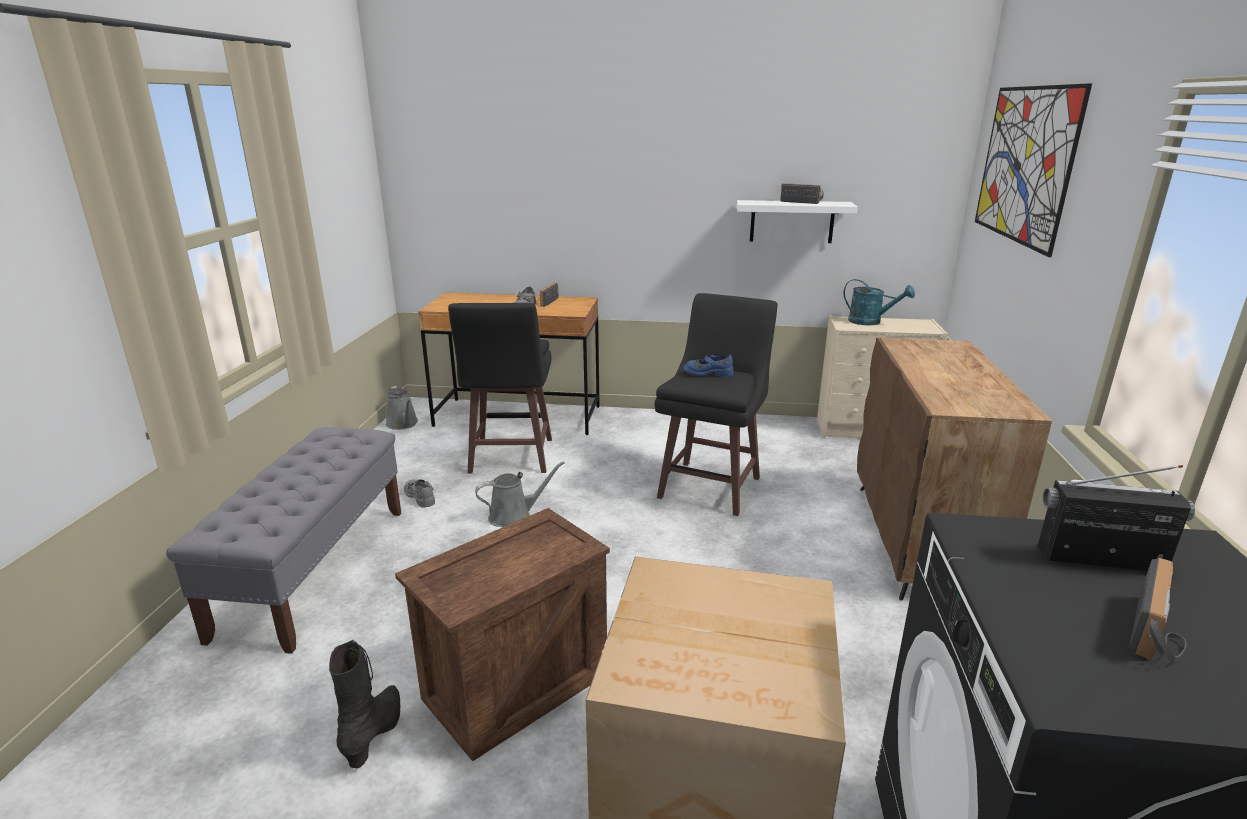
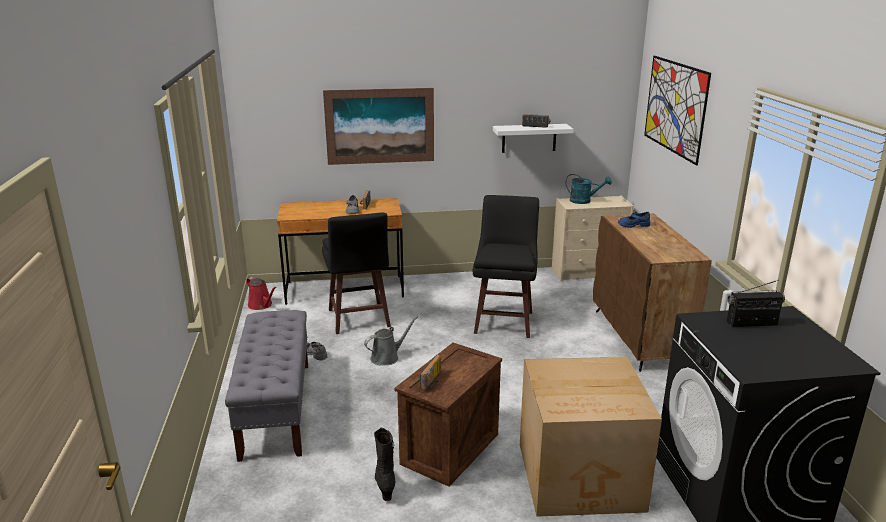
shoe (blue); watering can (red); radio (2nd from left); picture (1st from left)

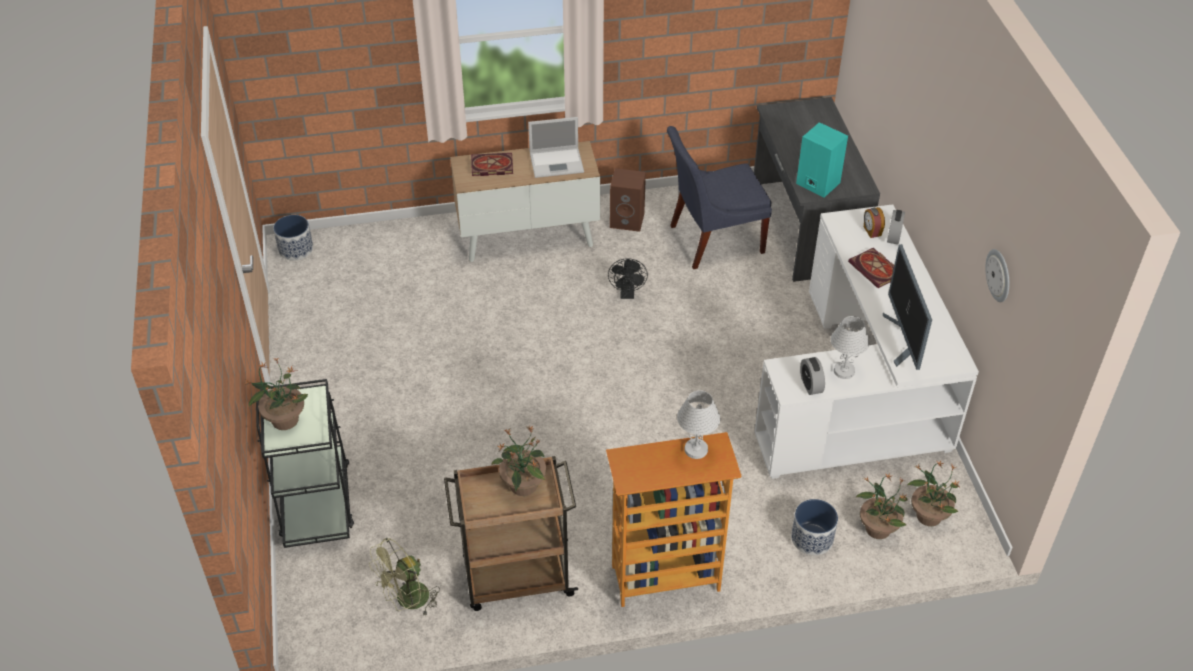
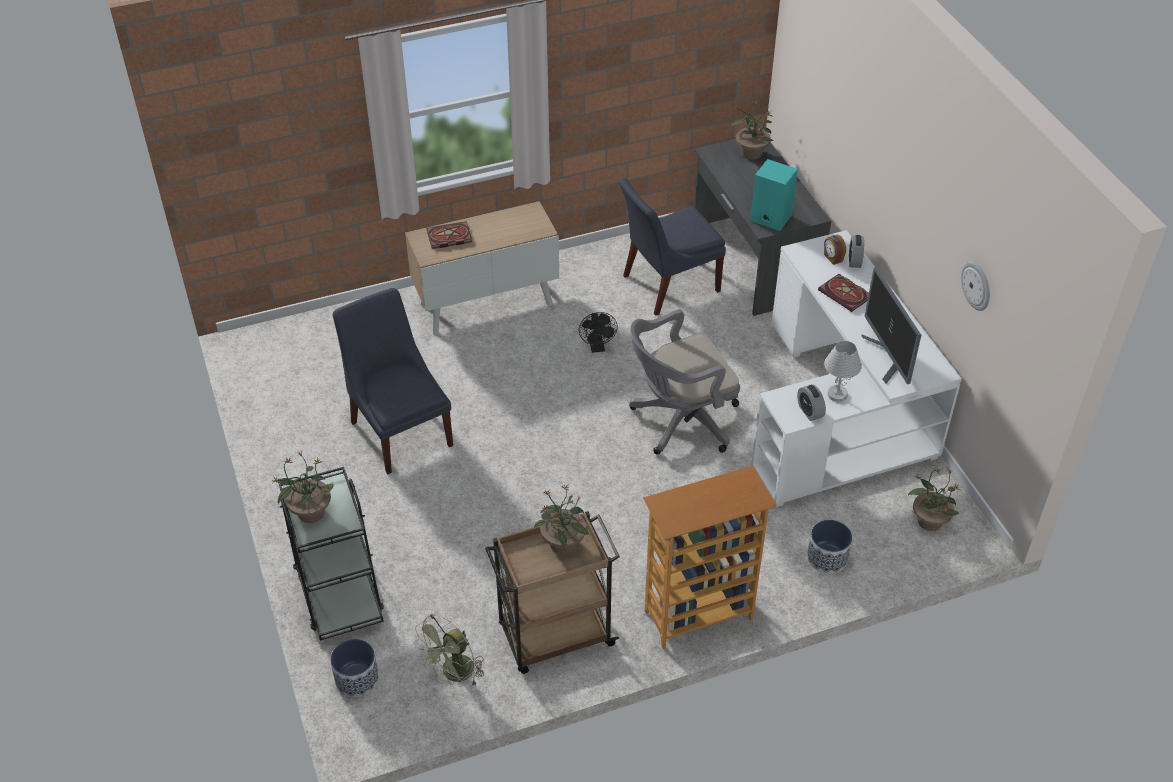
laptop; speaker (brown); planter (1st from left); table lamp (white) (1st from left in the first image); potted plant (3rd from left); chair (blue) (1st from left); office chair (grey)

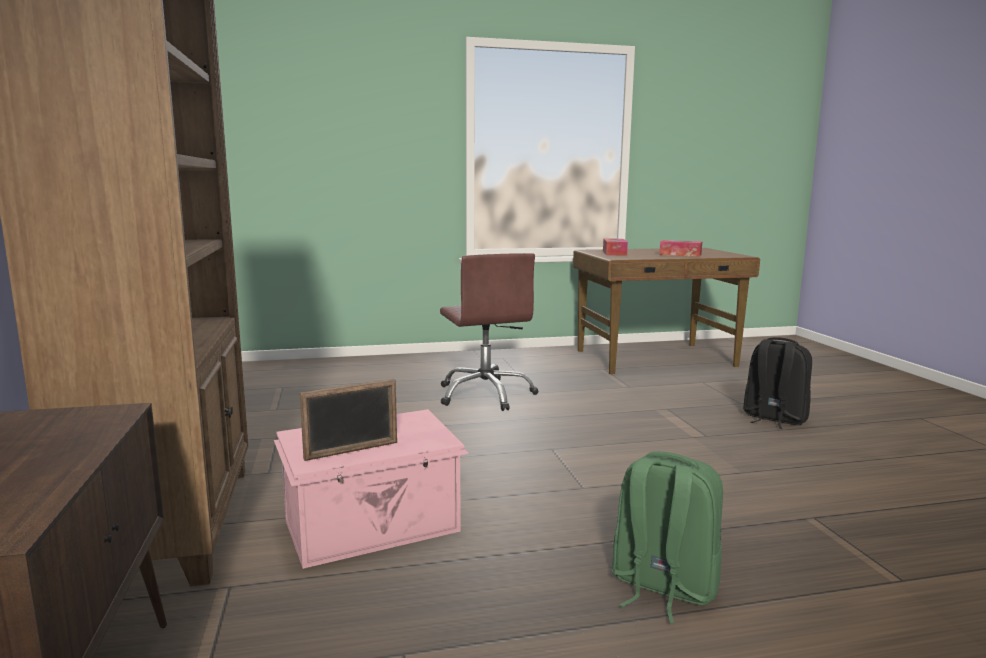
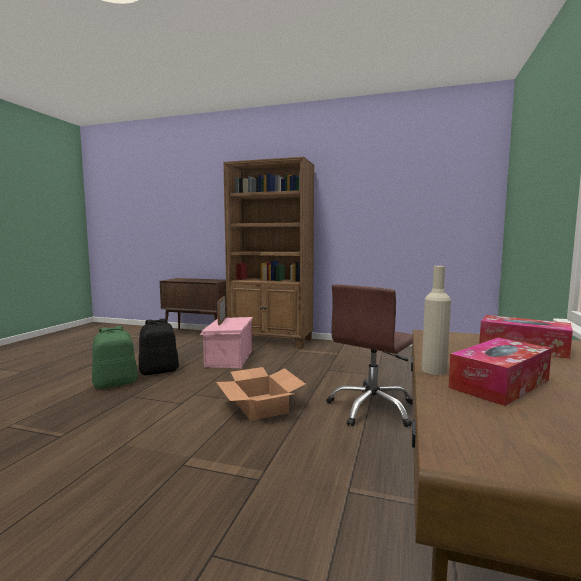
office chair (brown); backpack (black); bottle (beige); cardboard box

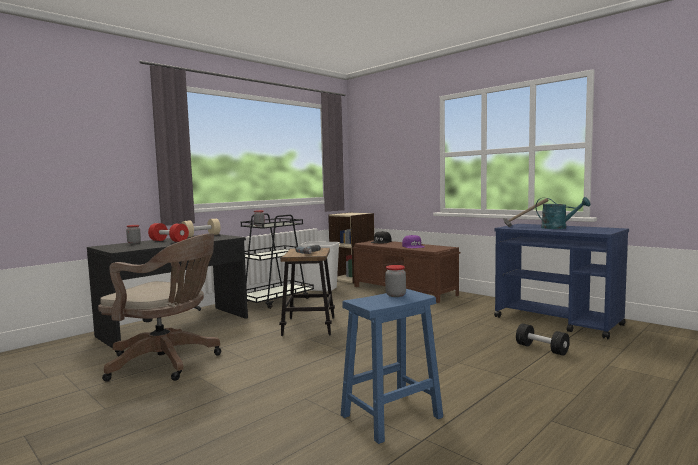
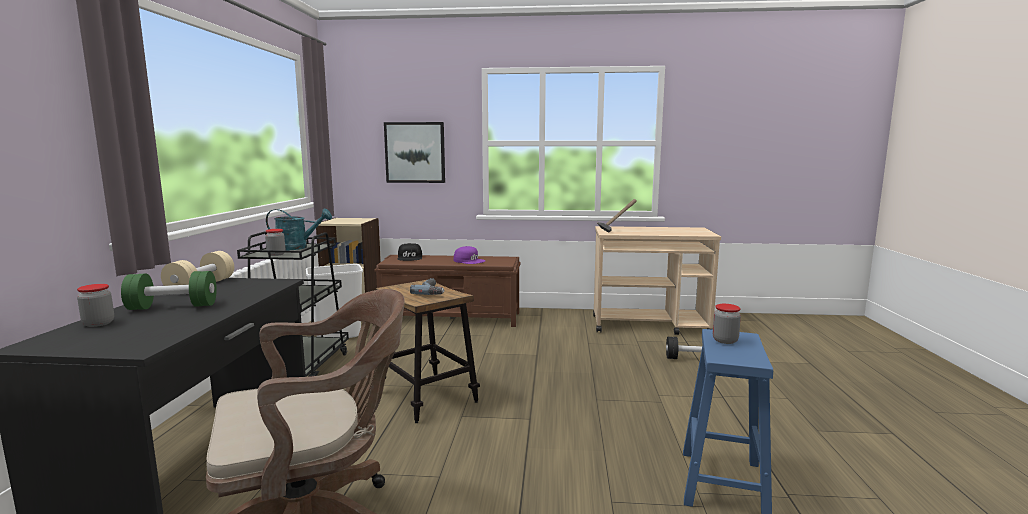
watering can (turquoise); dumbbell (green); cart (beige); picture

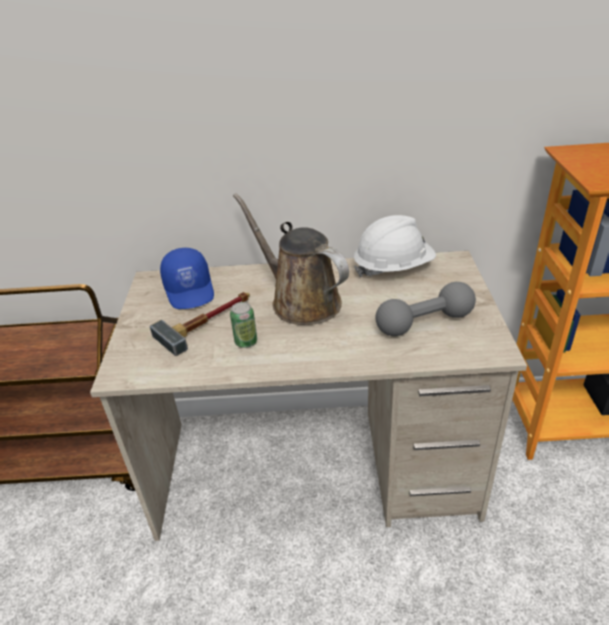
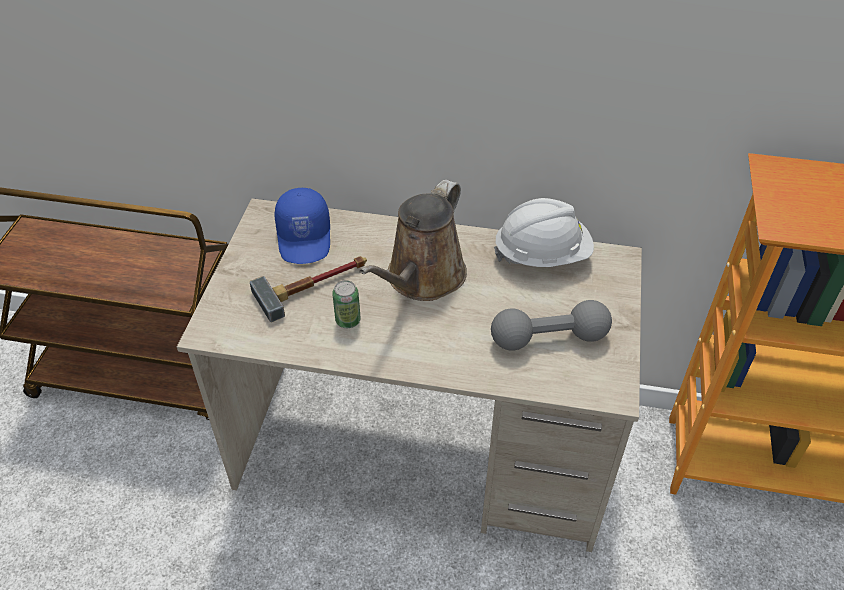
watering can (brown)

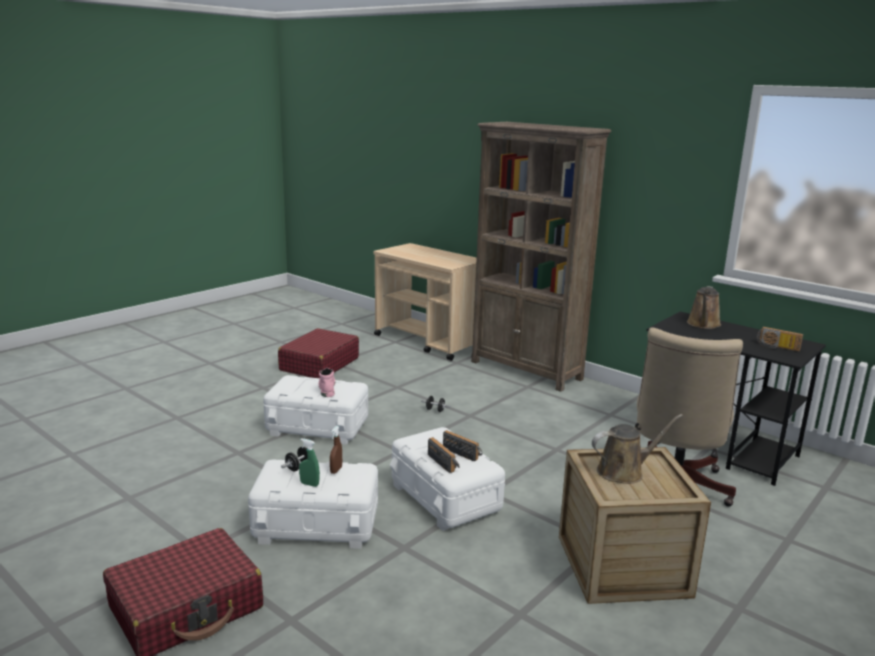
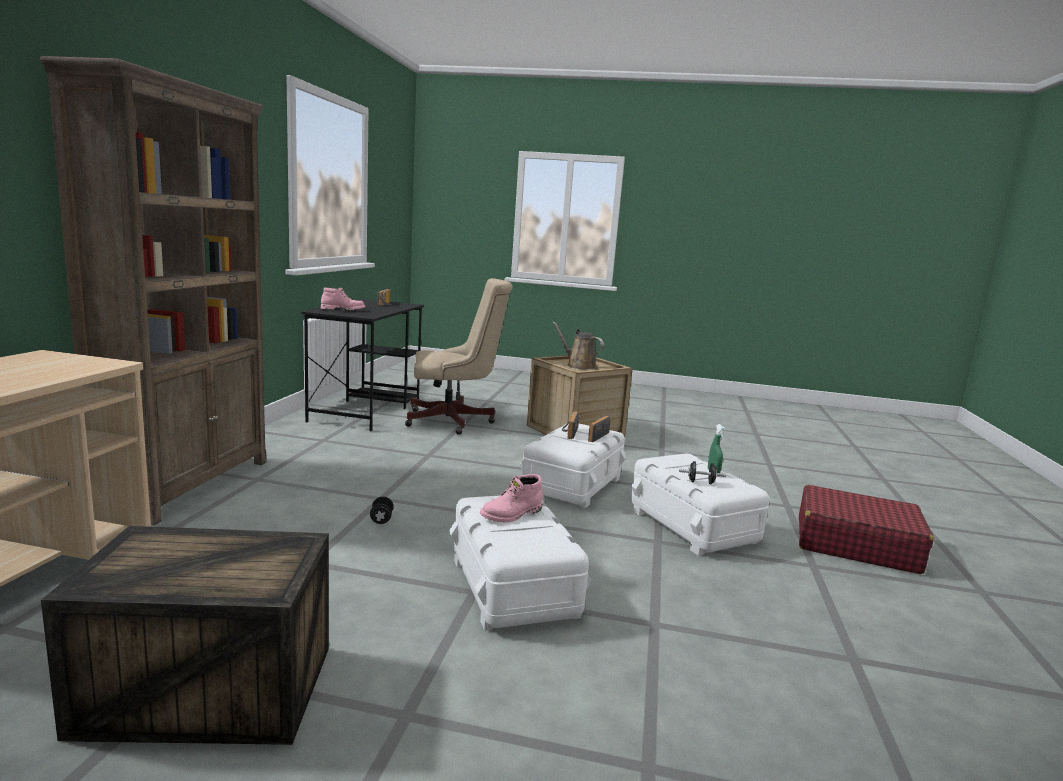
boot (pink) (1st from left); crate (1st from left); spray bottle (brown)

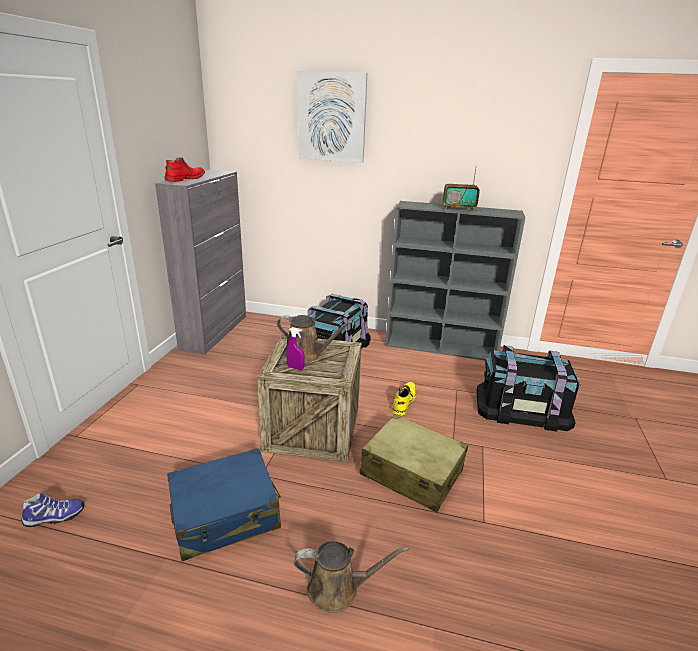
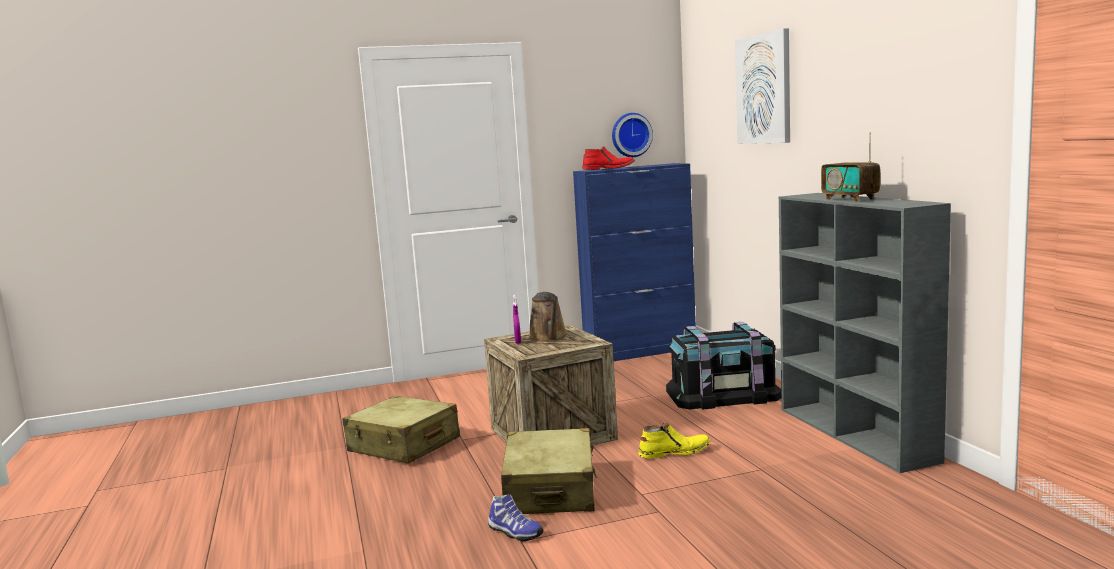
cabinet (blue); storage box (black) (2nd from left in the first image); suitcase (beige) (1st from left); shoe; watering can (brown) (2nd from left in the first image); wall clock

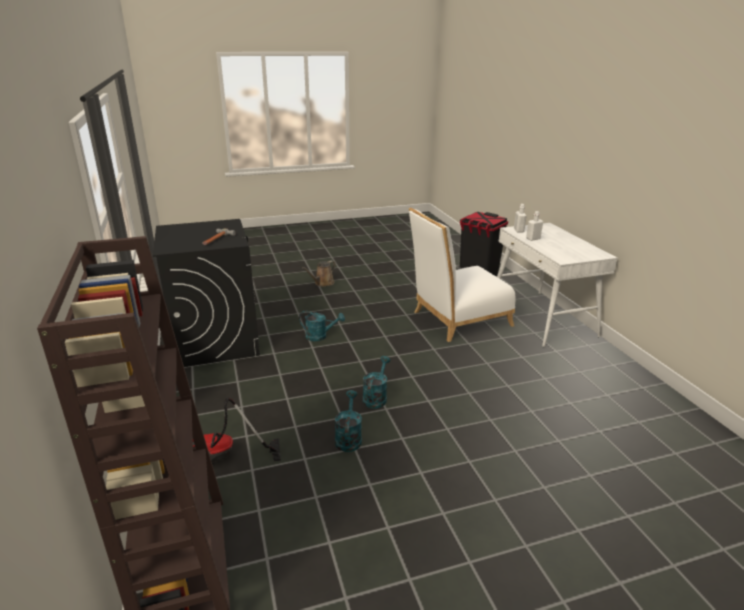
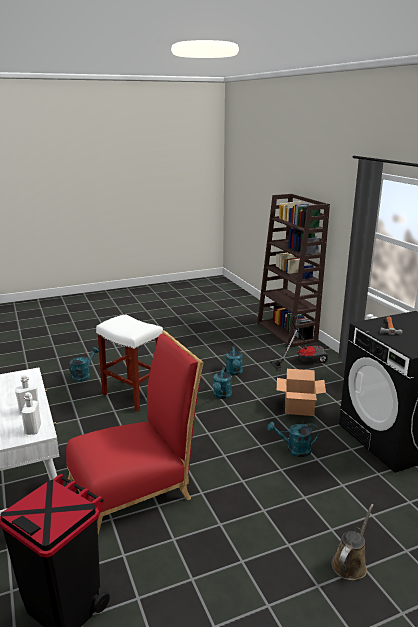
chair (red); stool (white); watering can (turquoise) (1st from left); cardboard box

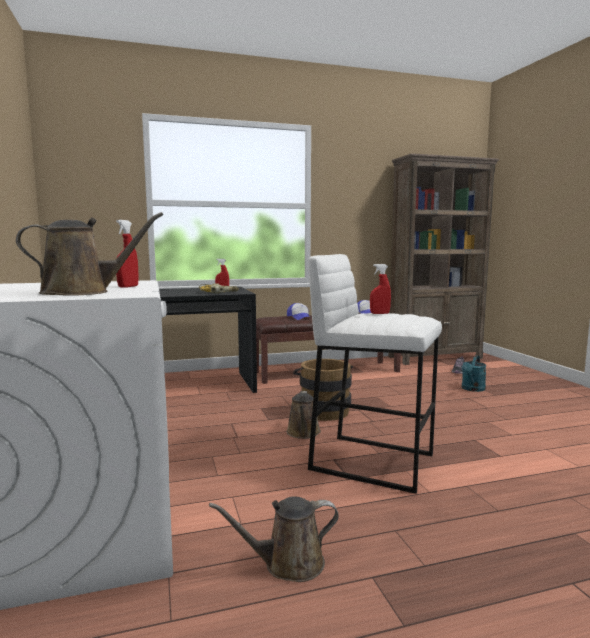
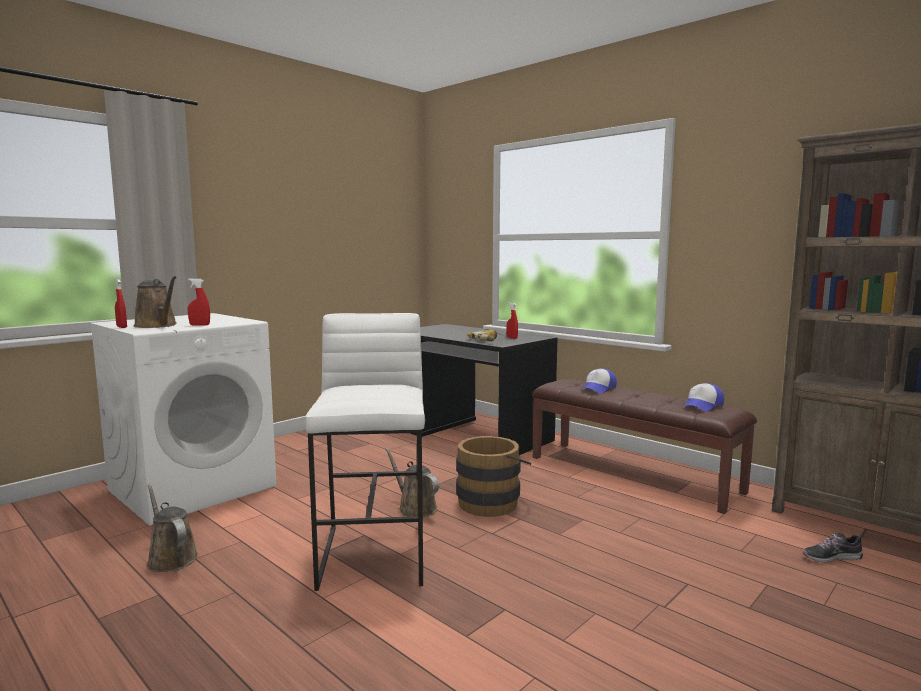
spray bottle (red) (1st from left); watering can (turquoise); watering can (brown) (3rd from left)

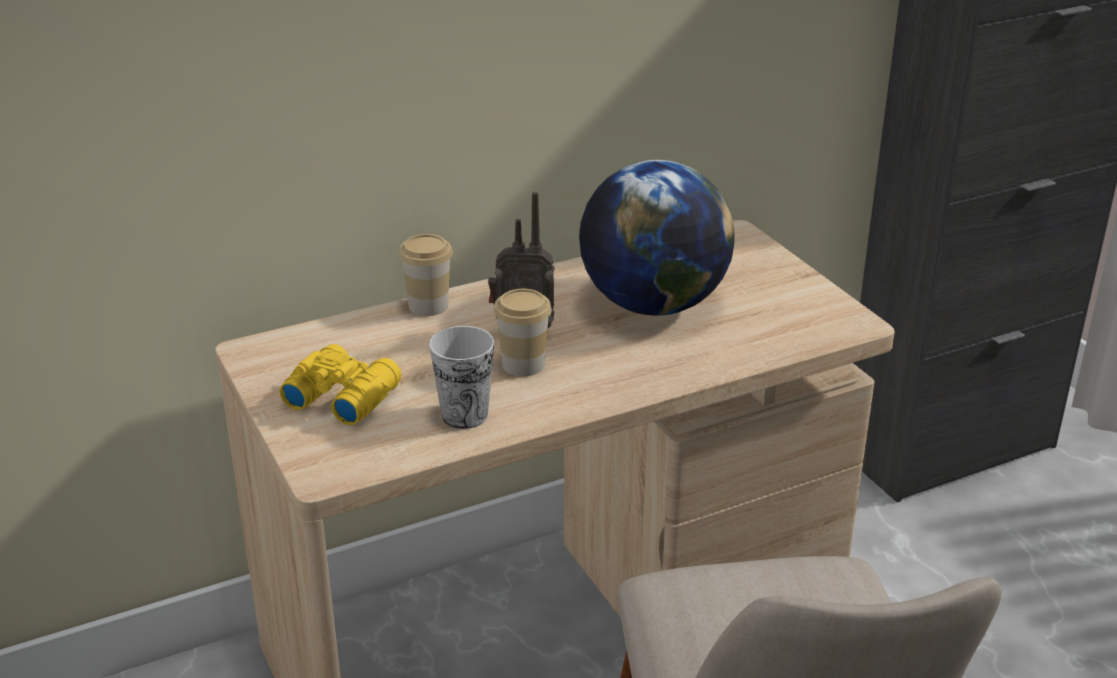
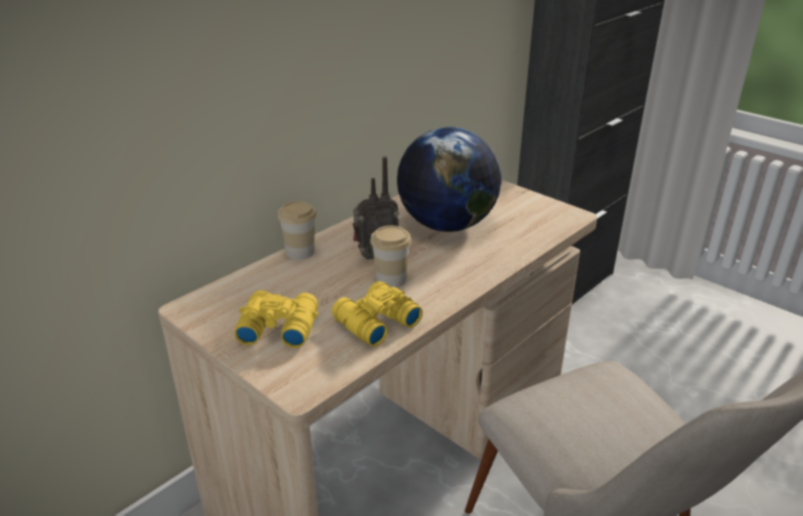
binoculars (yellow) (2nd from left)

